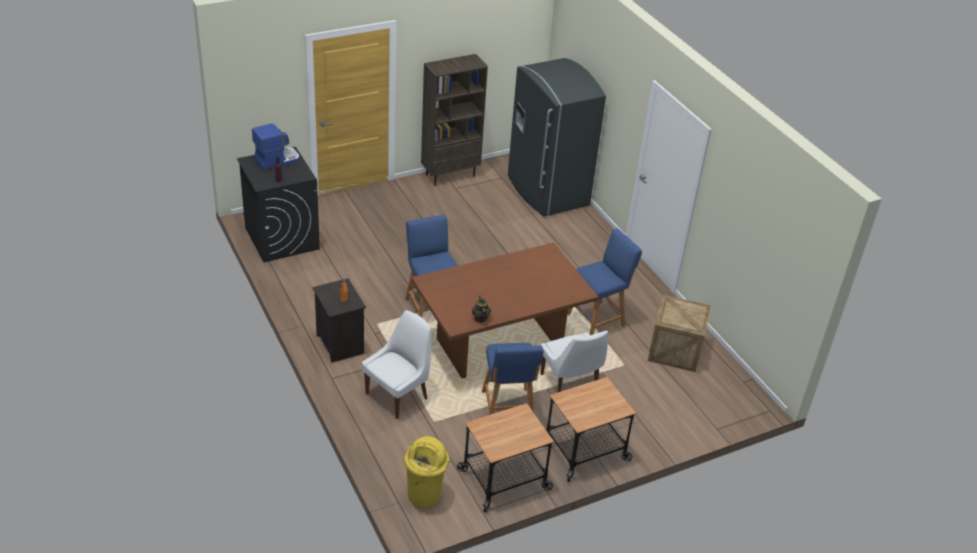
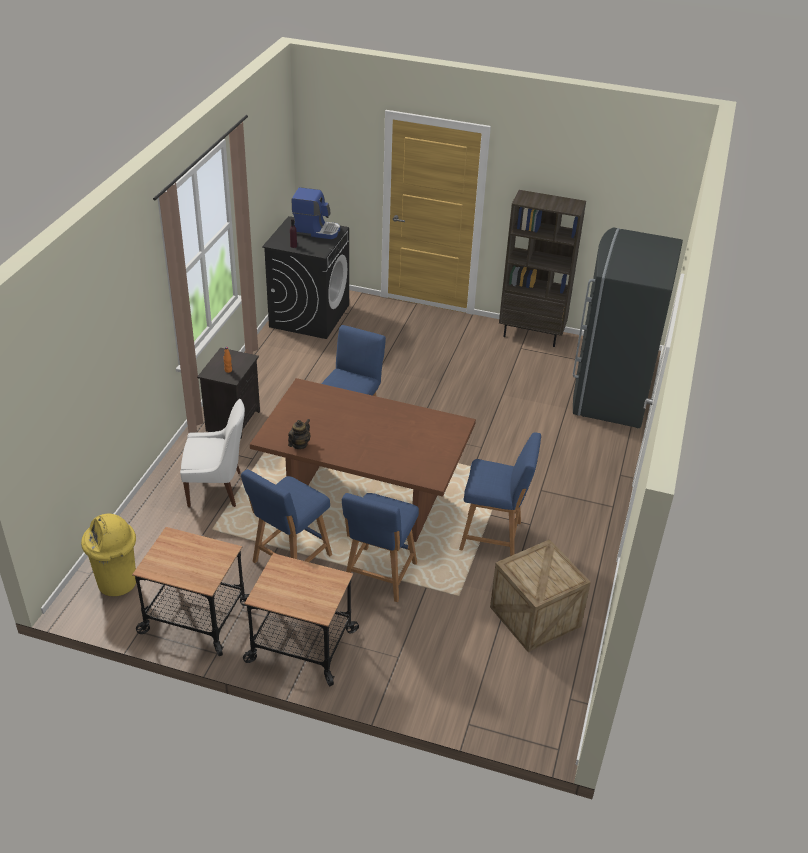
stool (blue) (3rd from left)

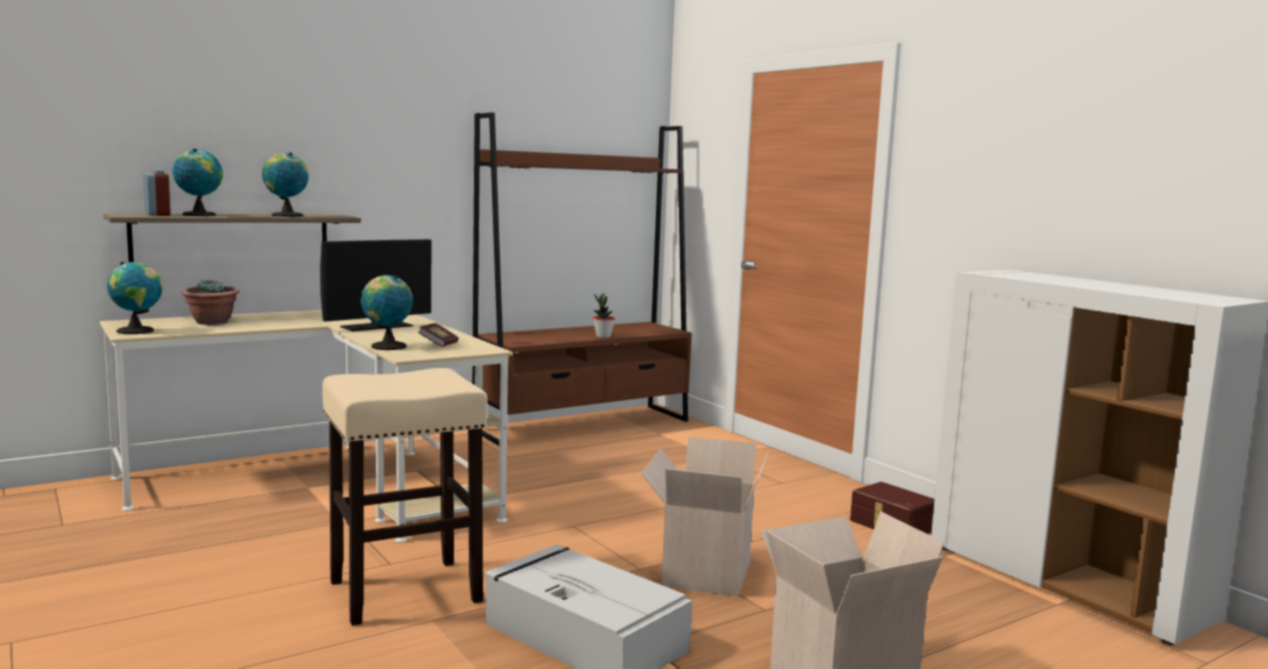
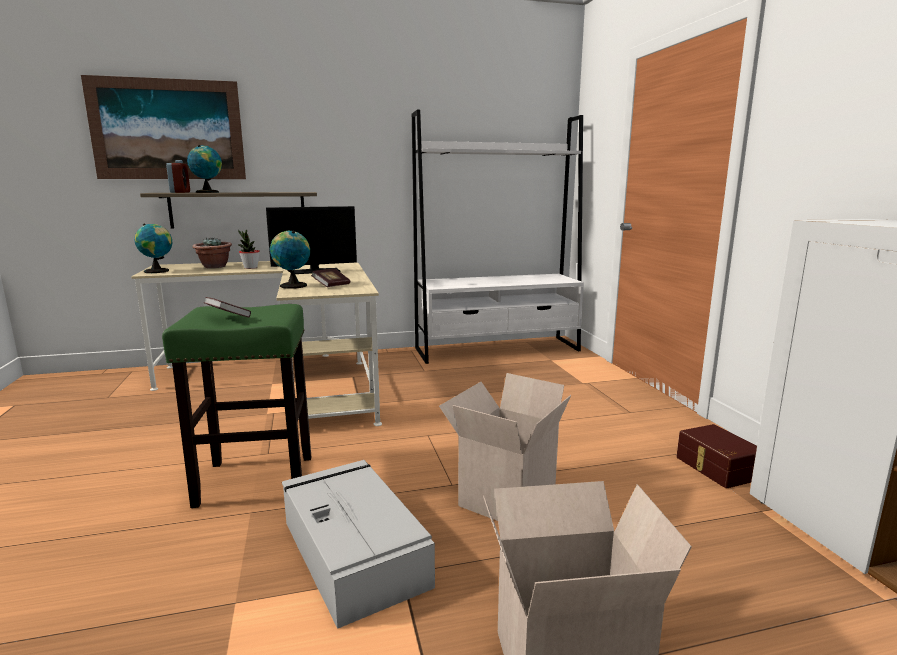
bookcase (white); globe (3rd from left in the first image); potted plant (2nd from left); stool (green); picture; book (1st from left)

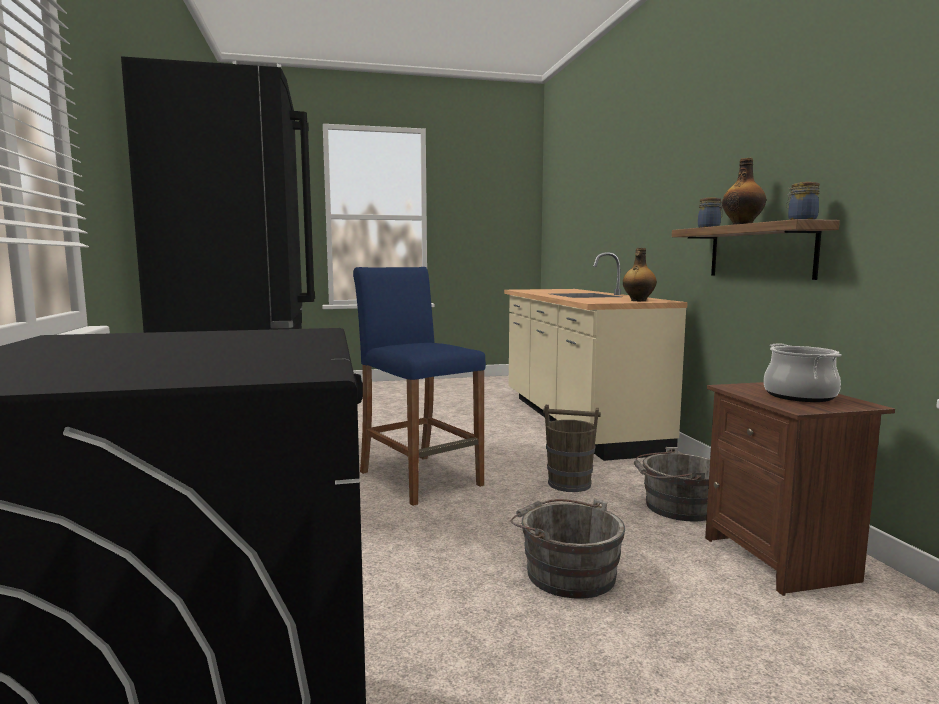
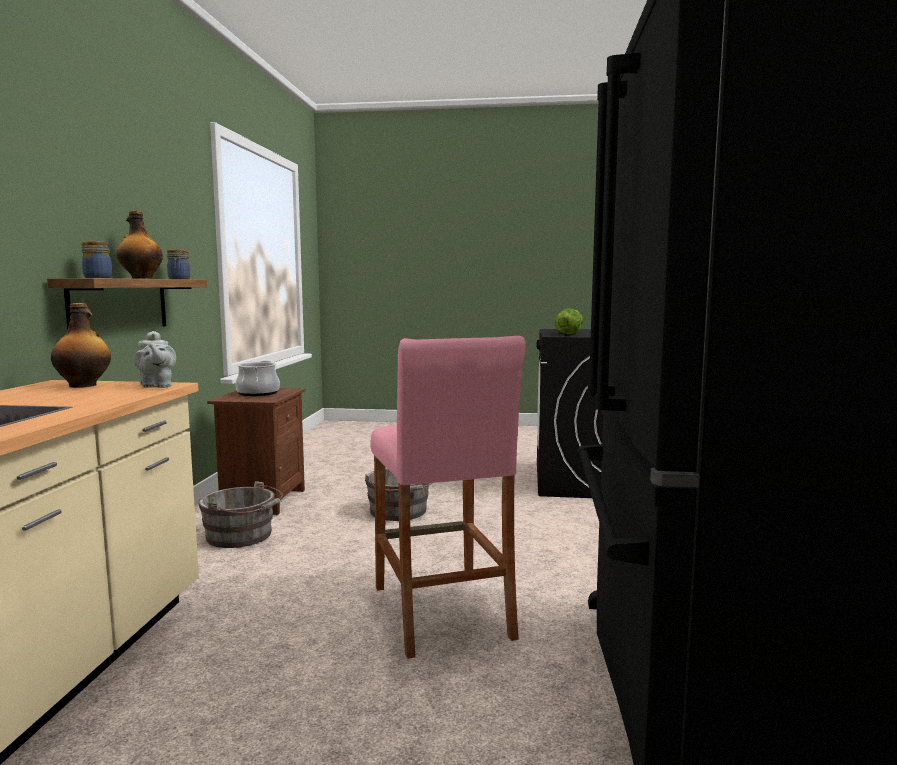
stool (pink); bucket (brown); lettuce; teapot (grey)

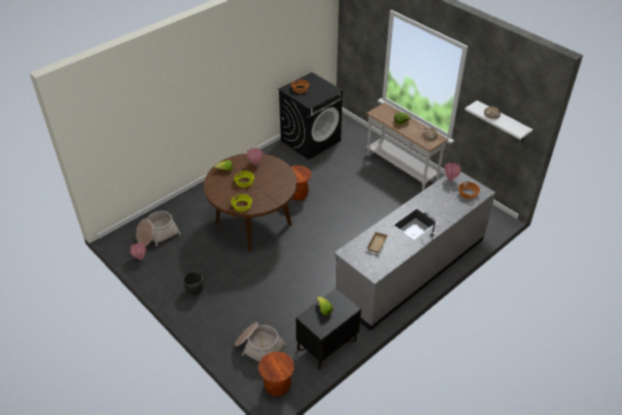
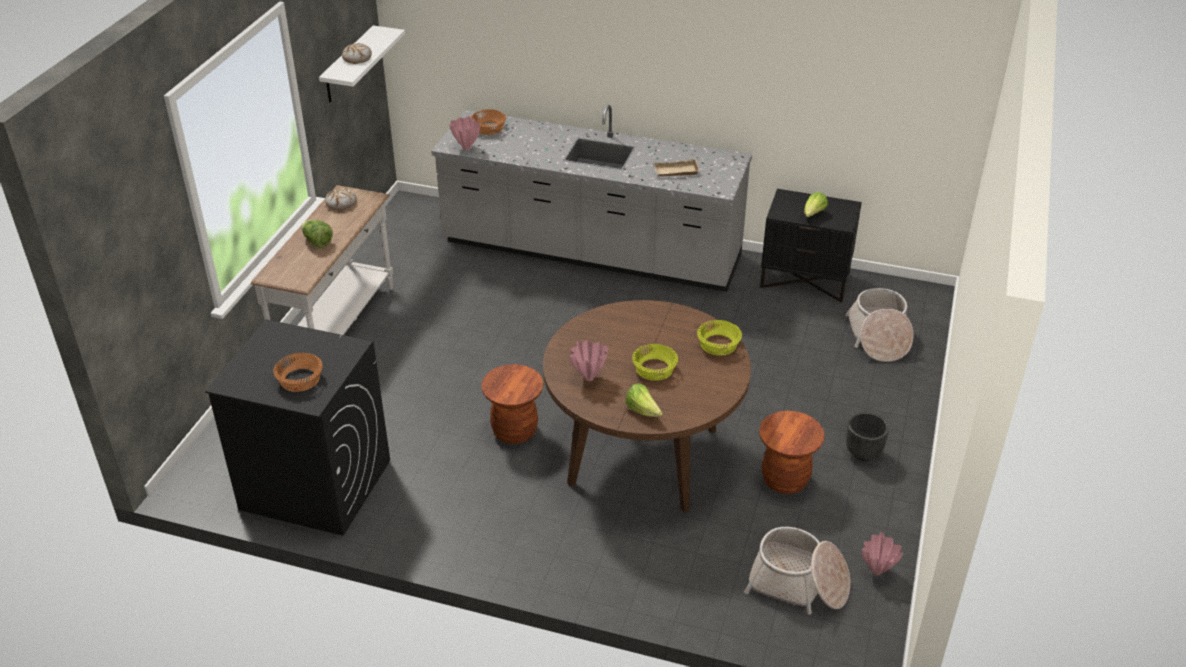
stool (brown) (2nd from left)

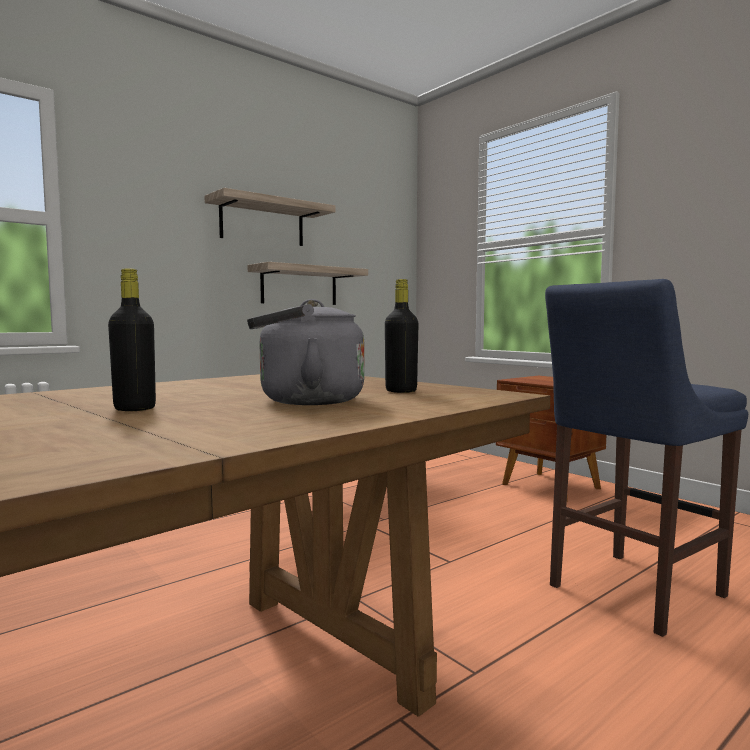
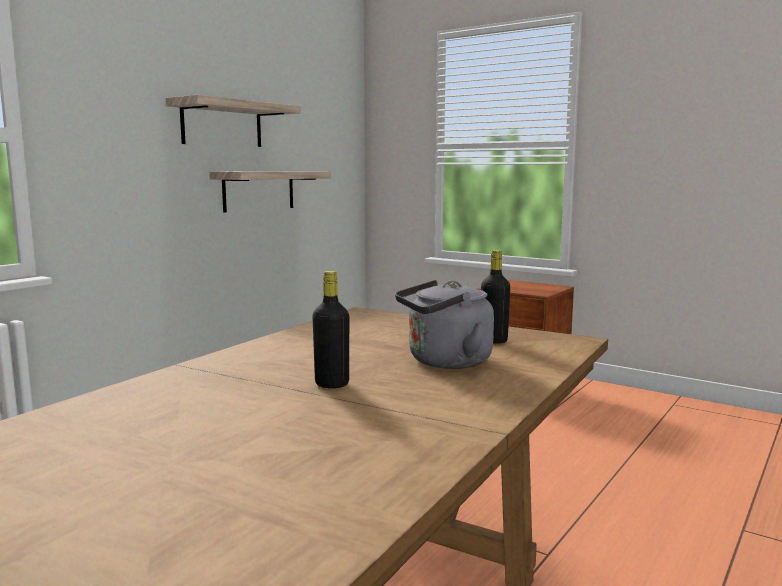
stool (blue)

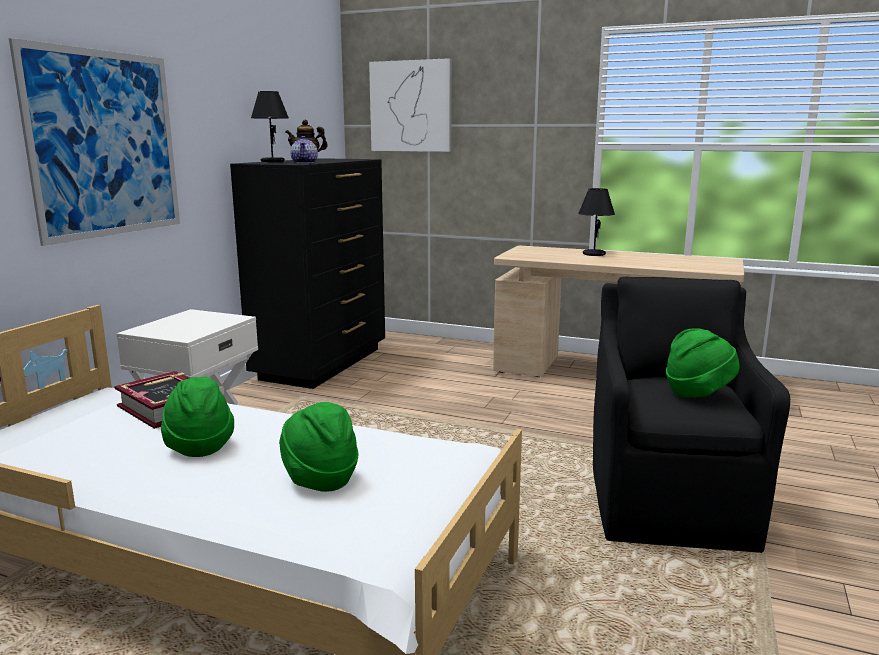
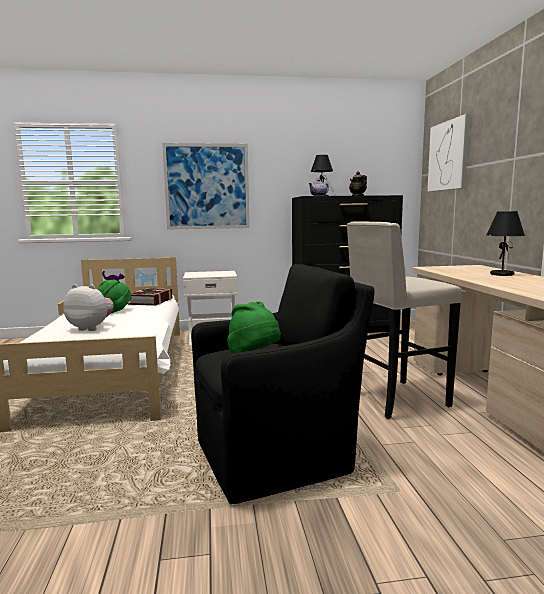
plush toy; stool (beige)

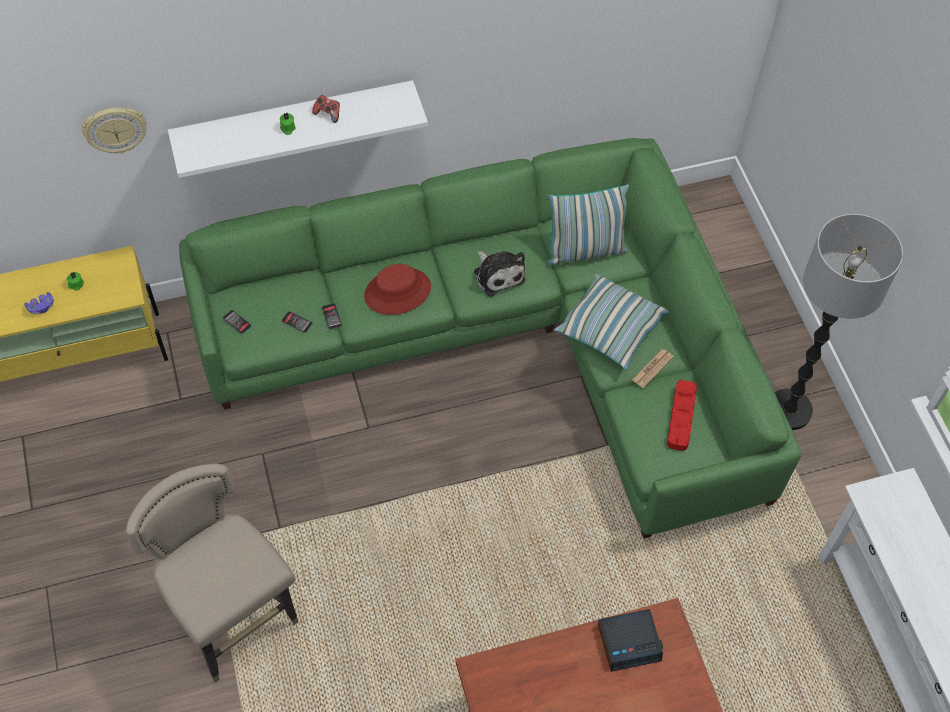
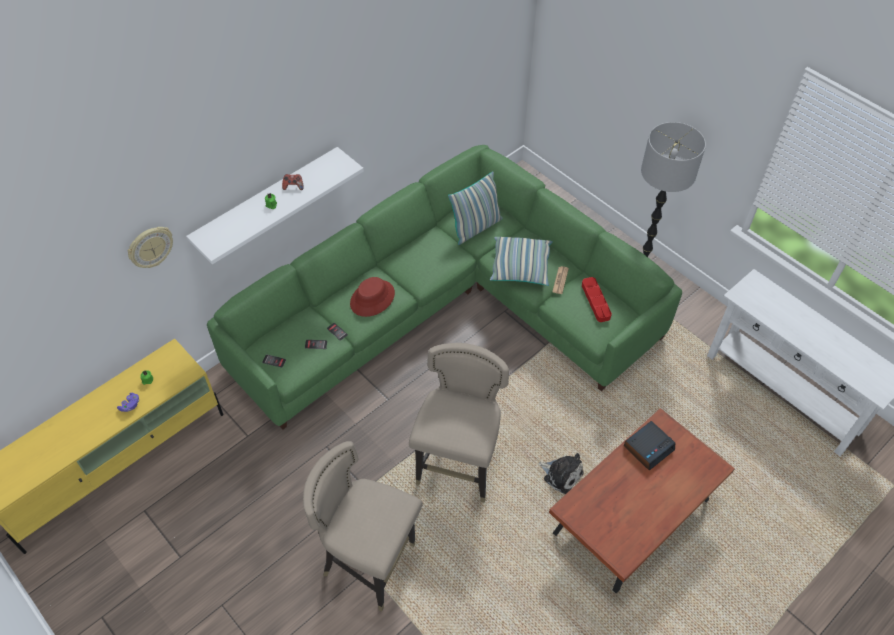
plush toy; stool (beige) (2nd from left)

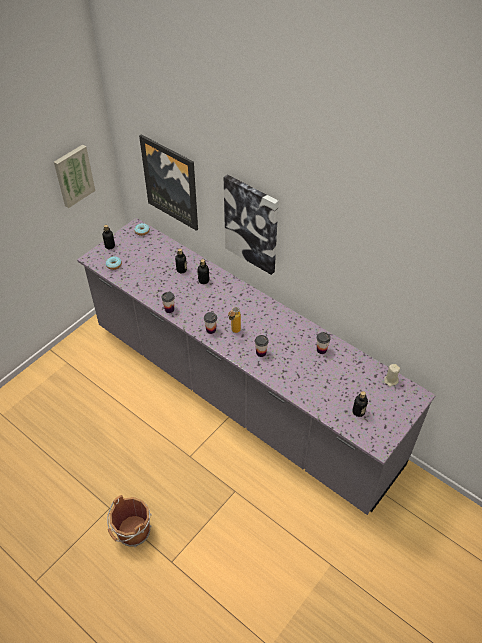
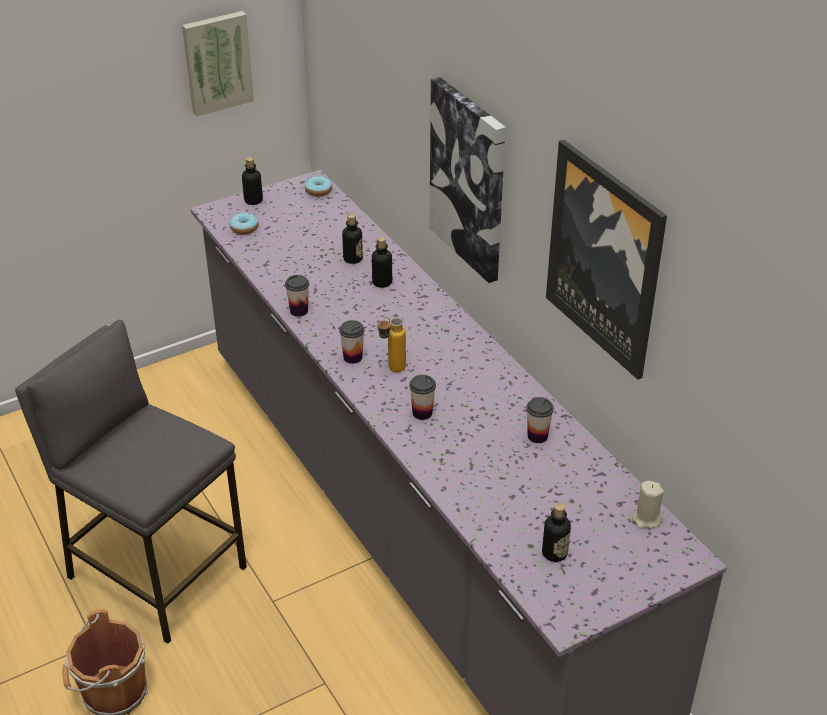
picture (3rd from left); stool (grey)

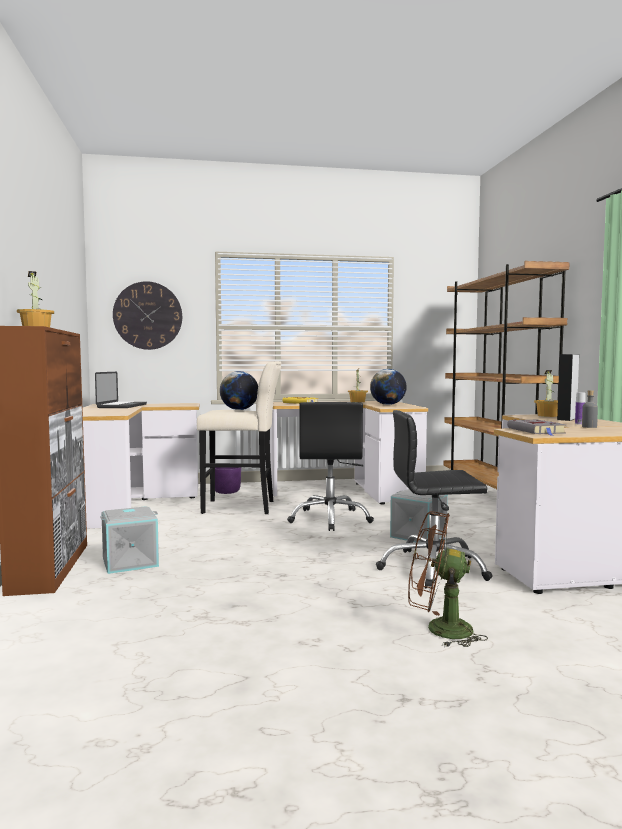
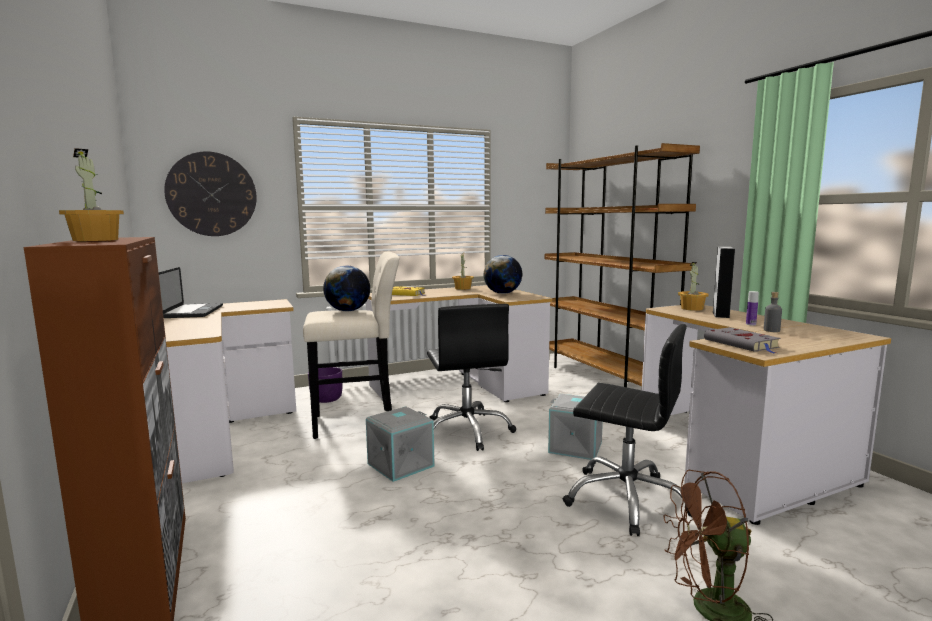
office chair (black) (2nd from left); storage box (grey) (1st from left)

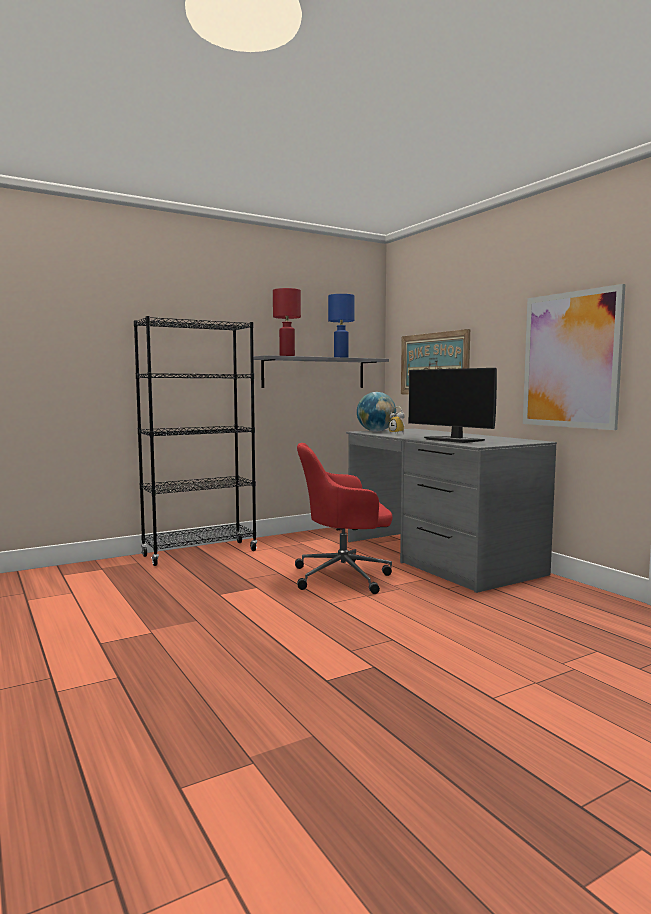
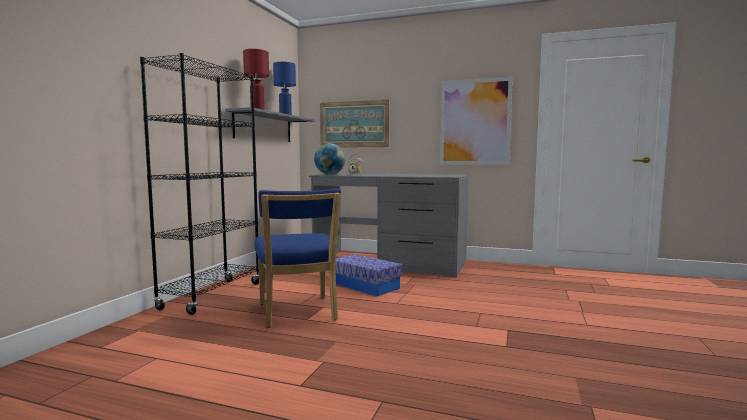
monitor; storage box; chair (blue)

